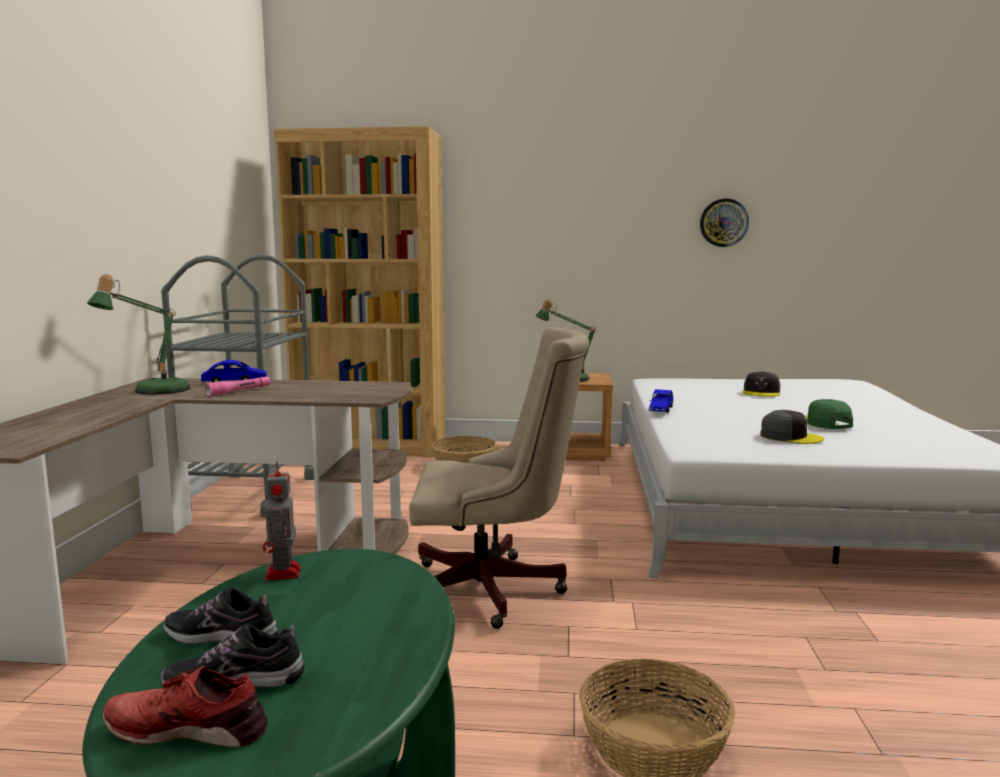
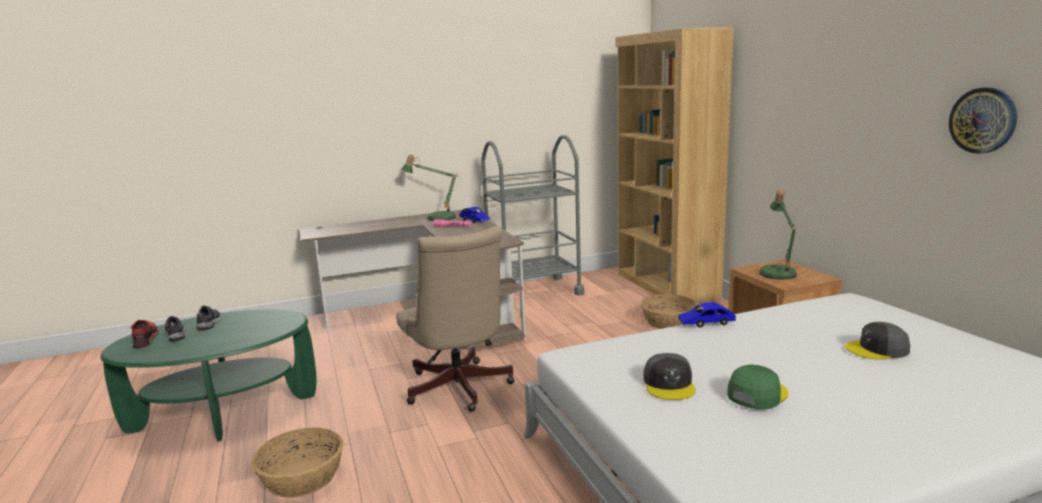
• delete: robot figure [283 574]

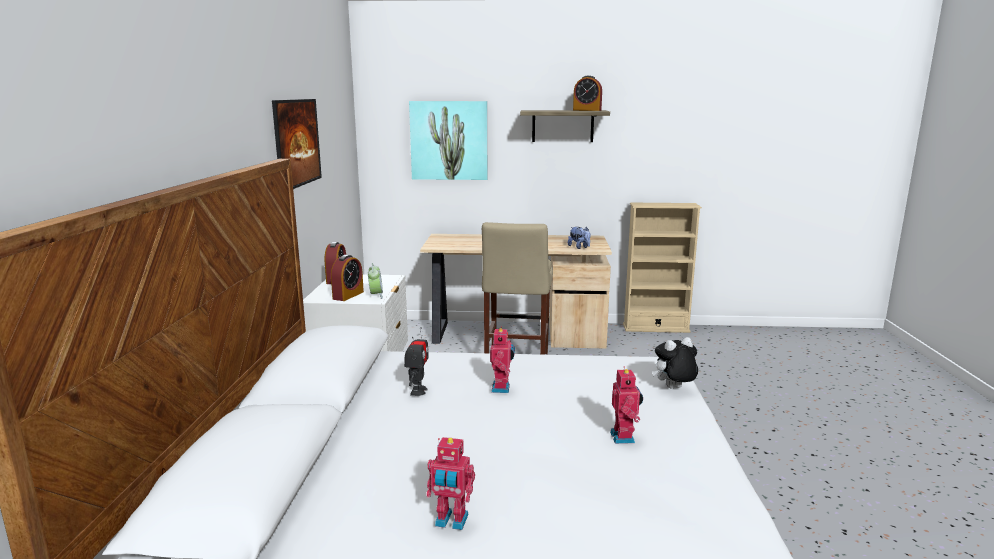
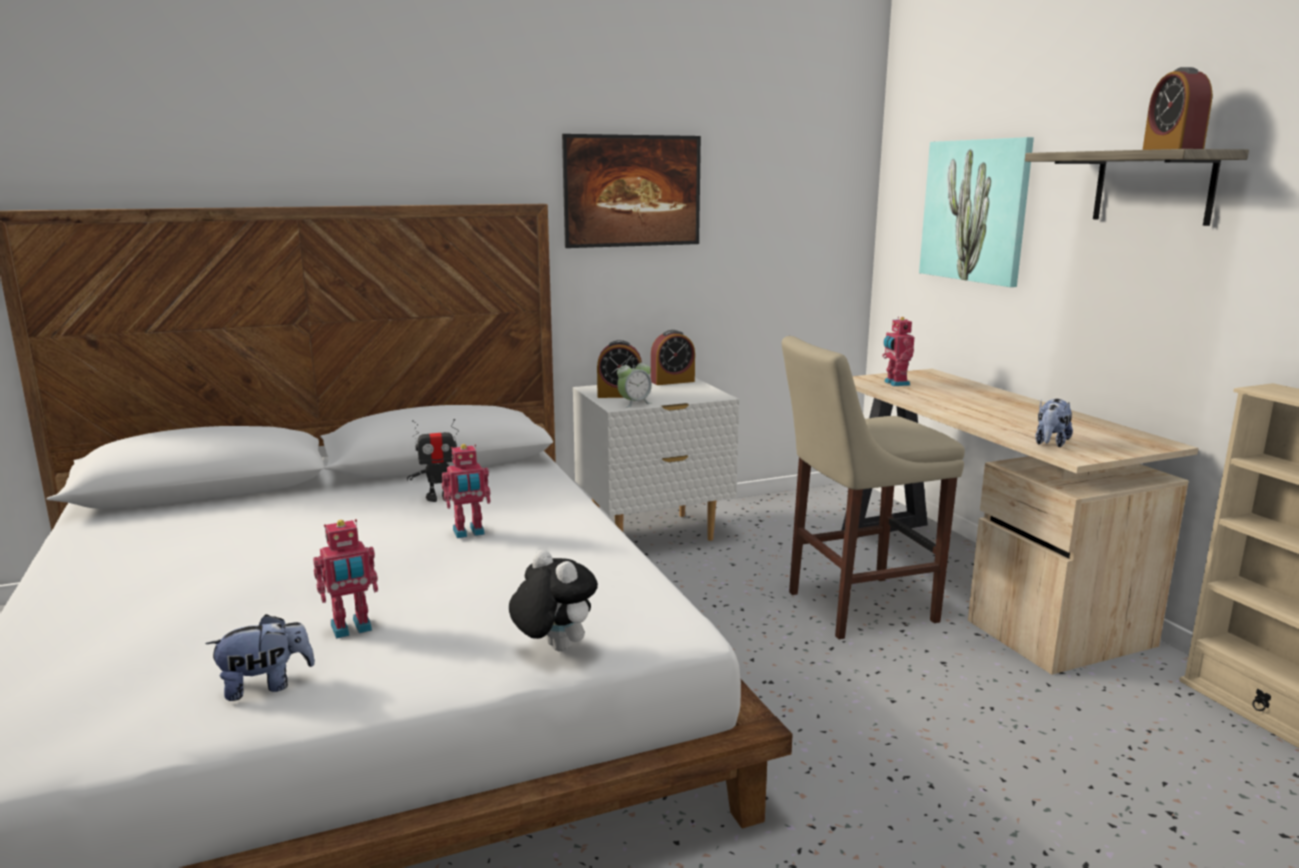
• insert: cuddly toy [266 686]
• move: robot figure [451 522] to [895 383]

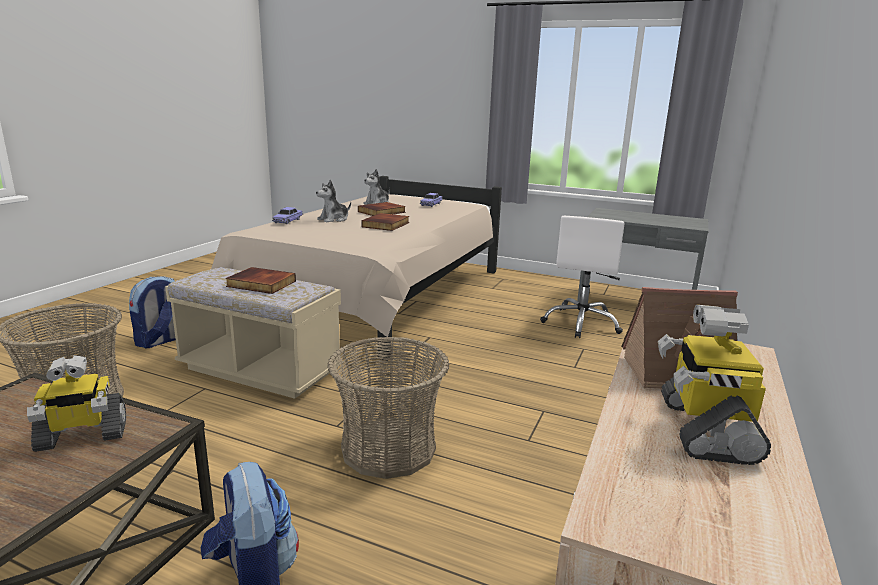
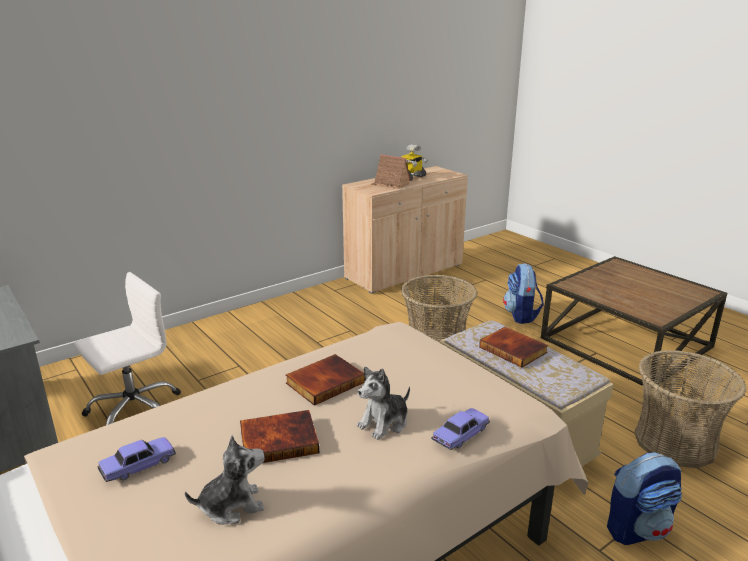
• delete: robot figure [82 436]
• rotate: cuddly toy [334 219] = [384 423] 150 degrees clockwise

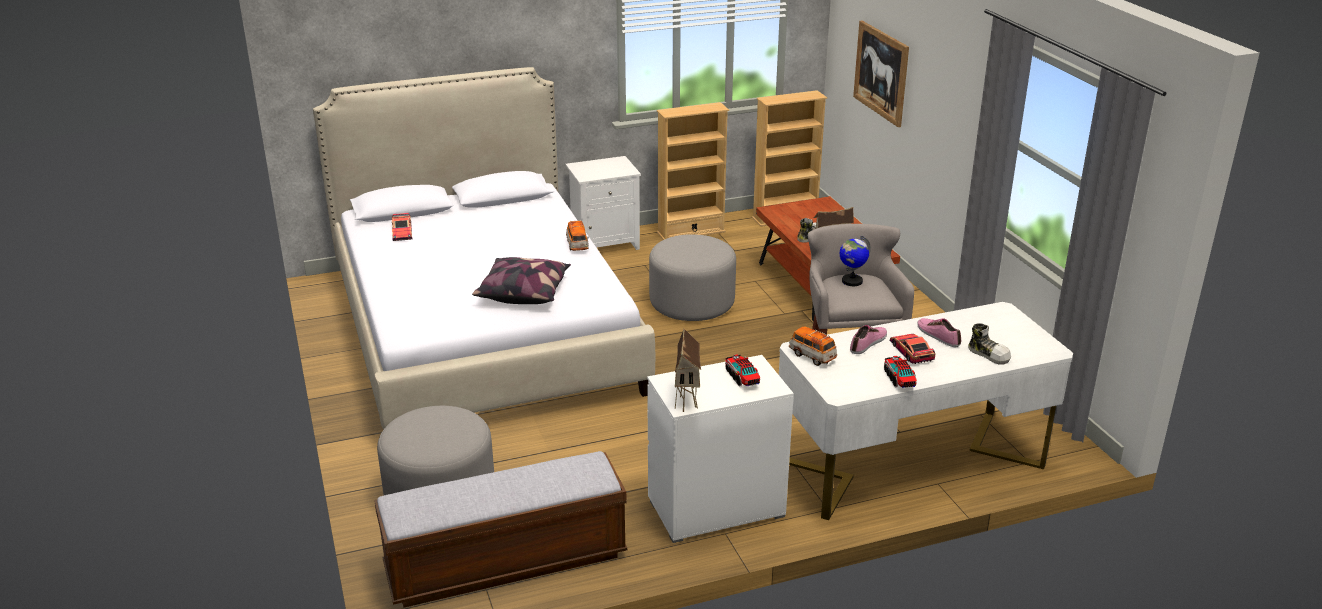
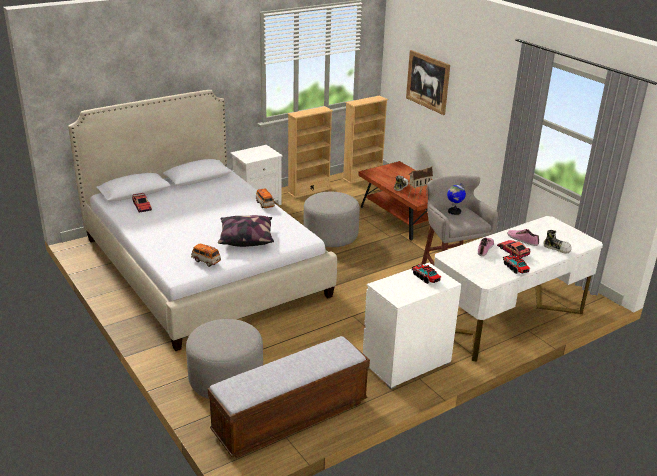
• delete: miniature house [687 400]
• move: toy car [812 356] to [206 261]

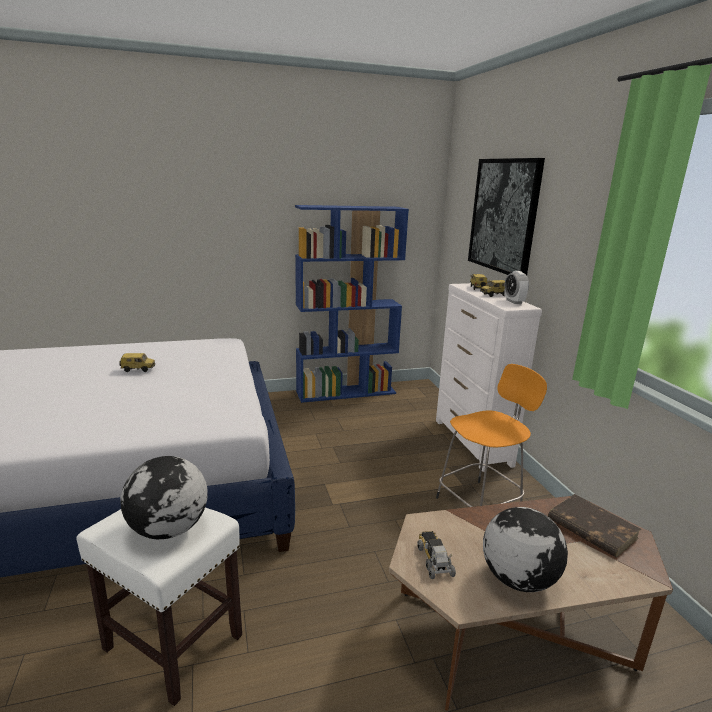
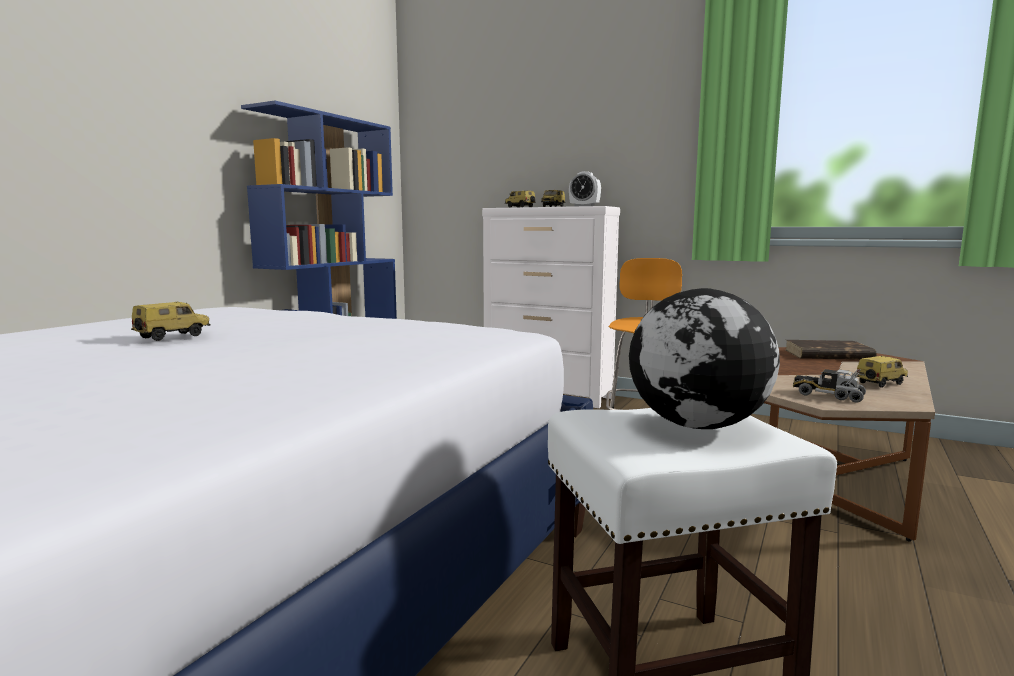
• delete: wall art [503 216]
• replace: globe [517 578] to toy car [880 383]

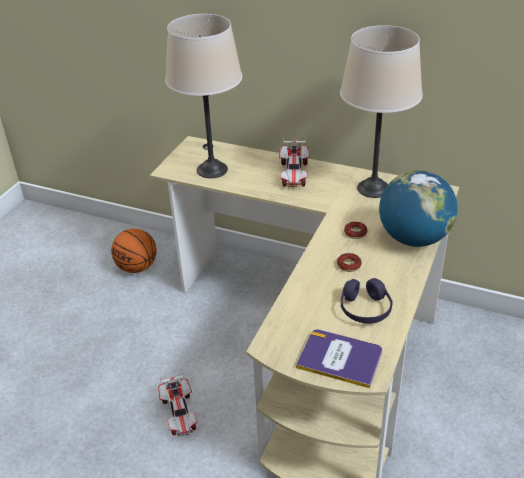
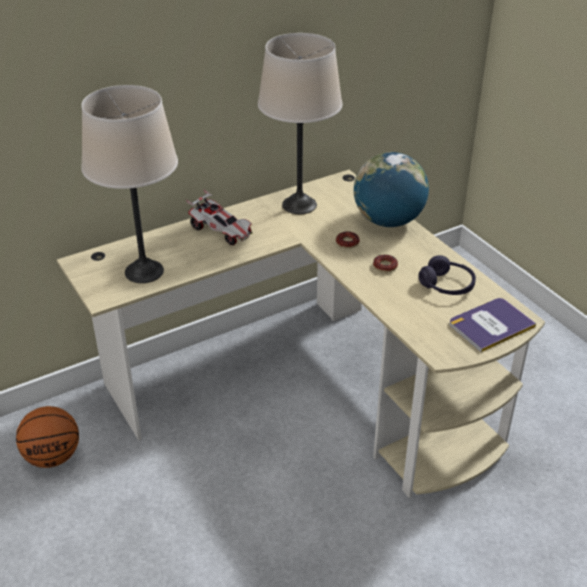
• delete: toy car [179 413]

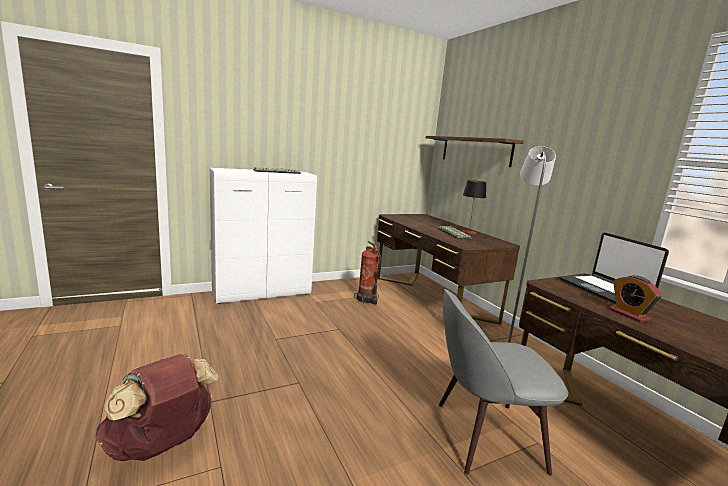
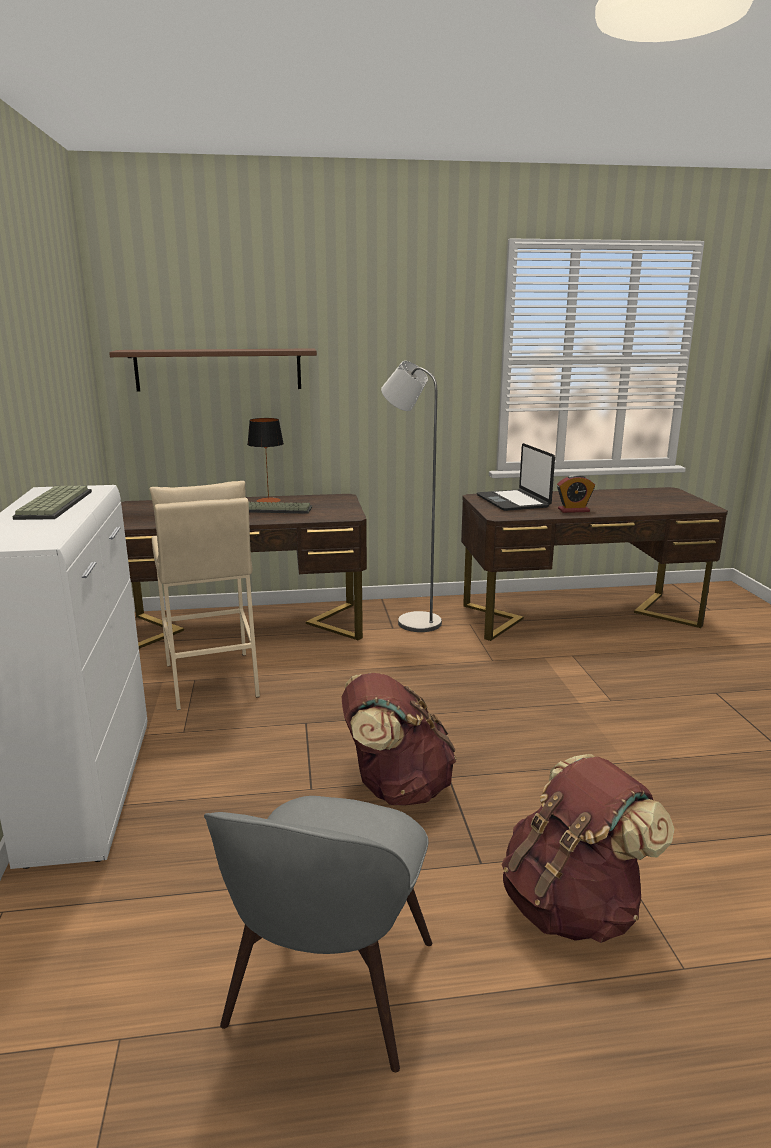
• insert: backpack in brown-coloured [396 788]
• move: upright chair in grey [483 435] to [328 990]
• replace: extinguisher [366 300] to stool seat in beige [211 680]
• rotate: portable computer [604 290] = [513 501] 75 degrees clockwise

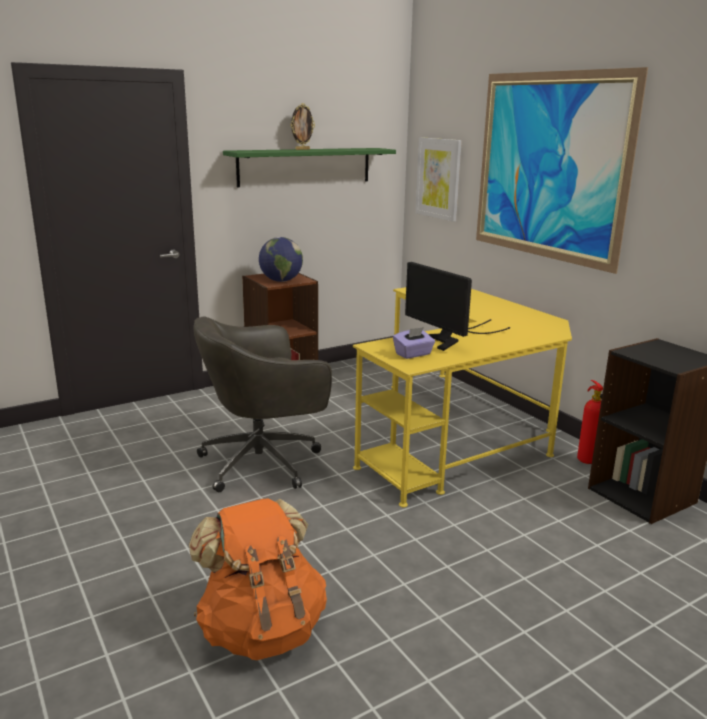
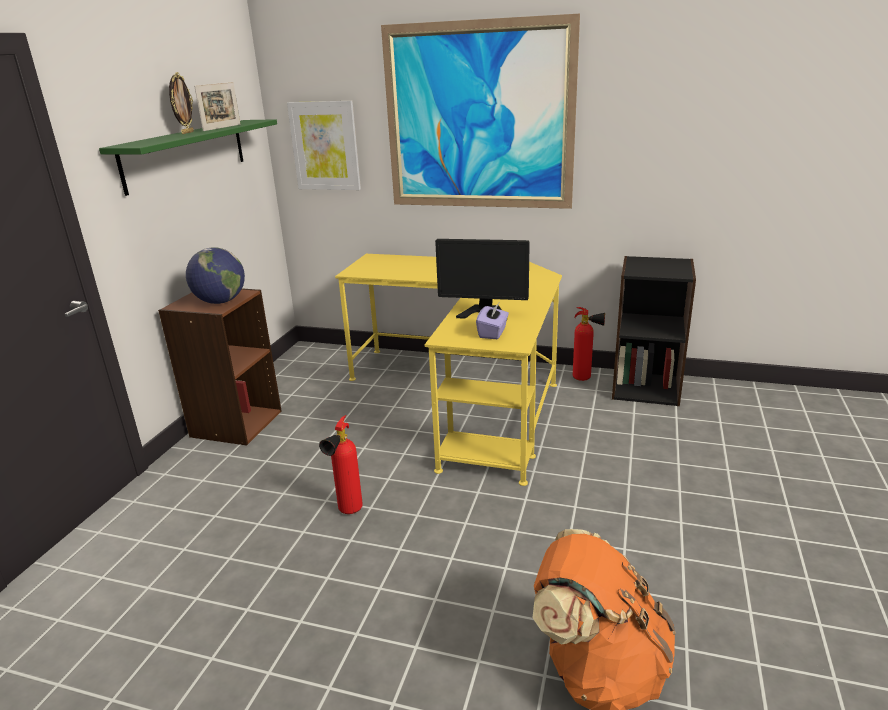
• insert: picture frame [222 127]
• replace: office chair in grey [264 462] to extinguisher [347 513]

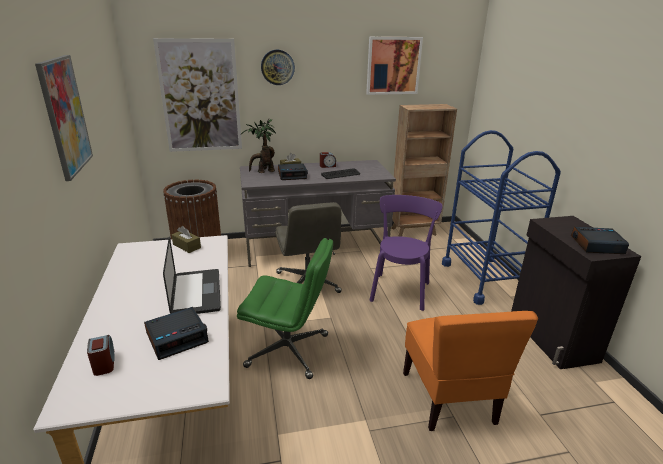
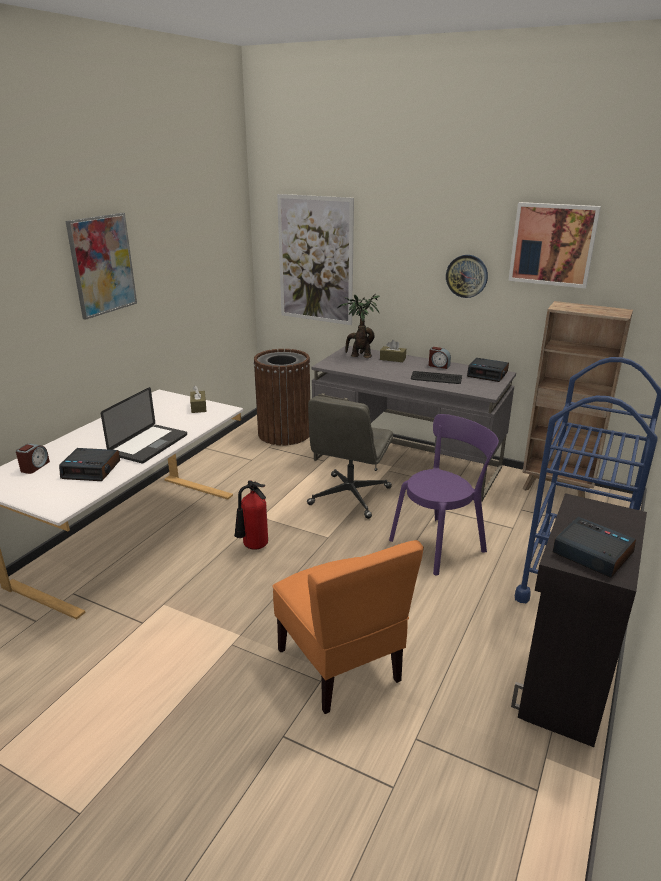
• move: clock on the wall [277 67] to [467 276]
• move: table clock [292 175] to [488 374]
• replace: office chair in greenish [289 350] to extinguisher [253 547]
• rotate: upright chair in orange [449 398] = [340 665] 60 degrees counterclockwise

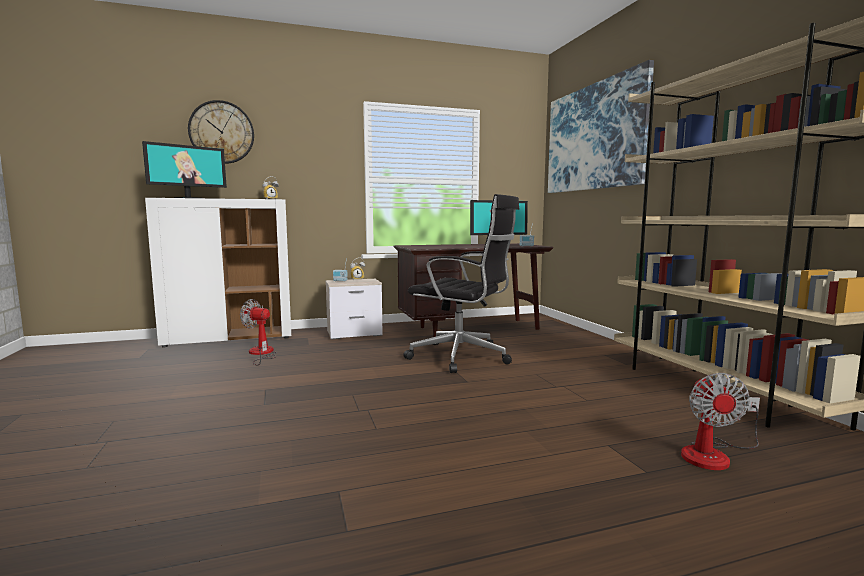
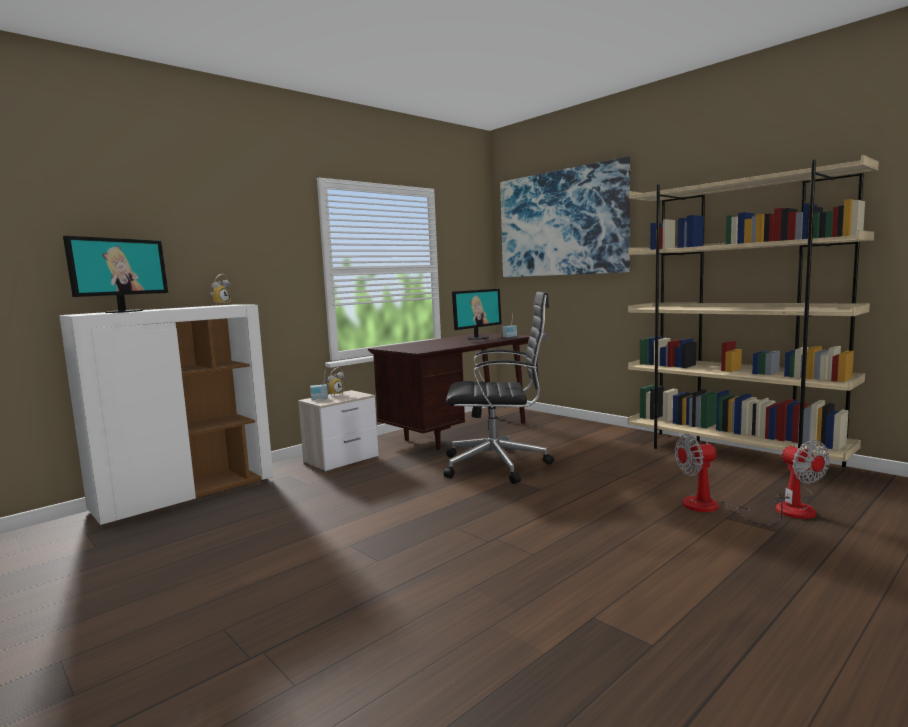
• delete: clock on the wall [222 132]
• move: cooling fan [261 354] to [713 508]

